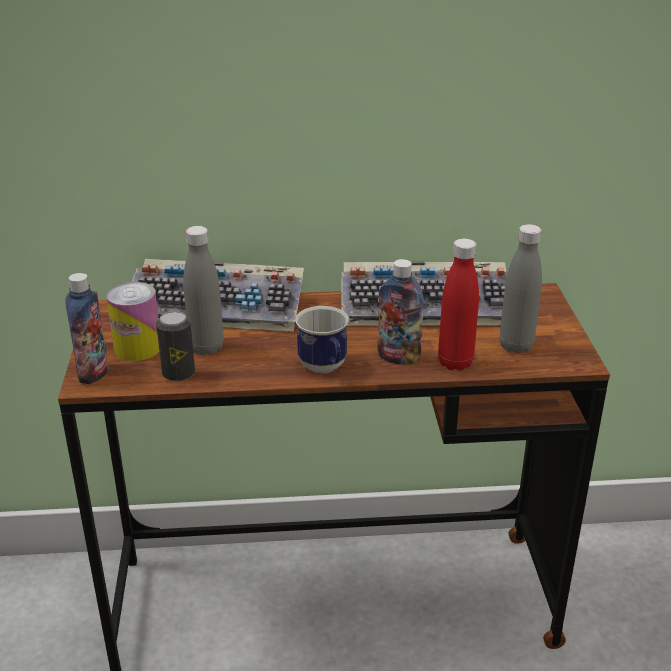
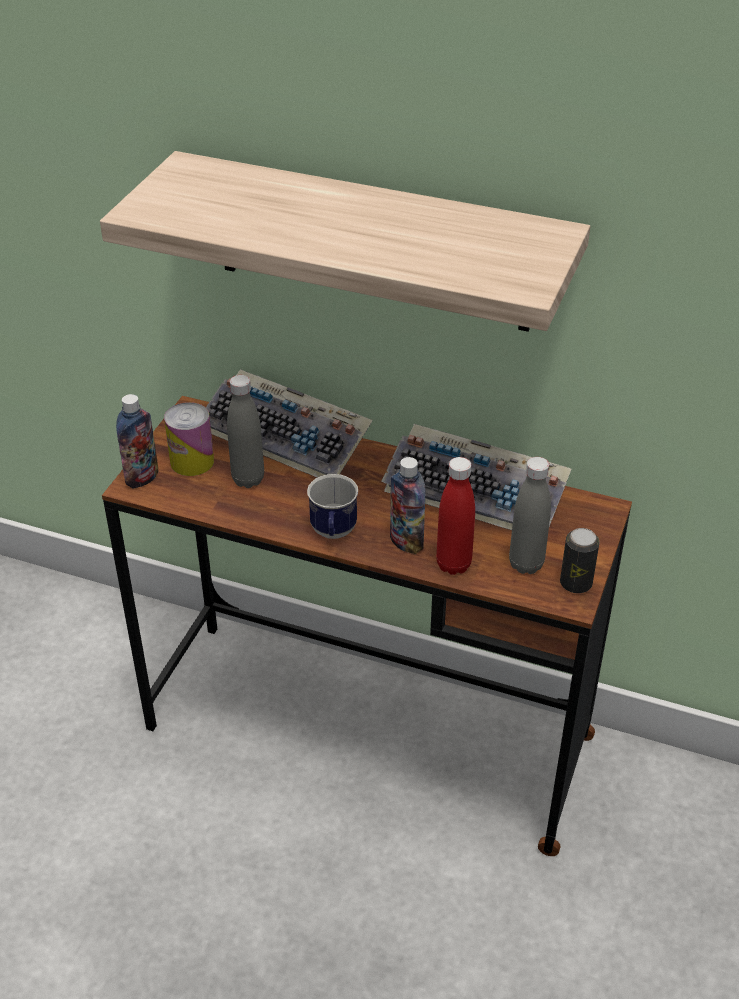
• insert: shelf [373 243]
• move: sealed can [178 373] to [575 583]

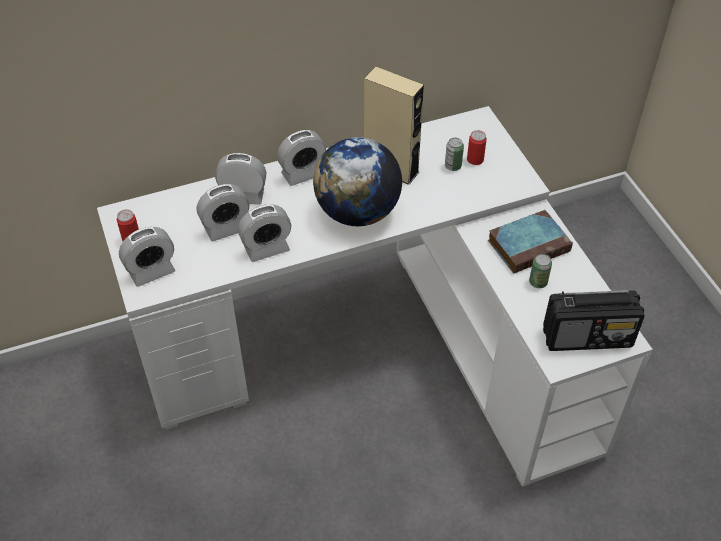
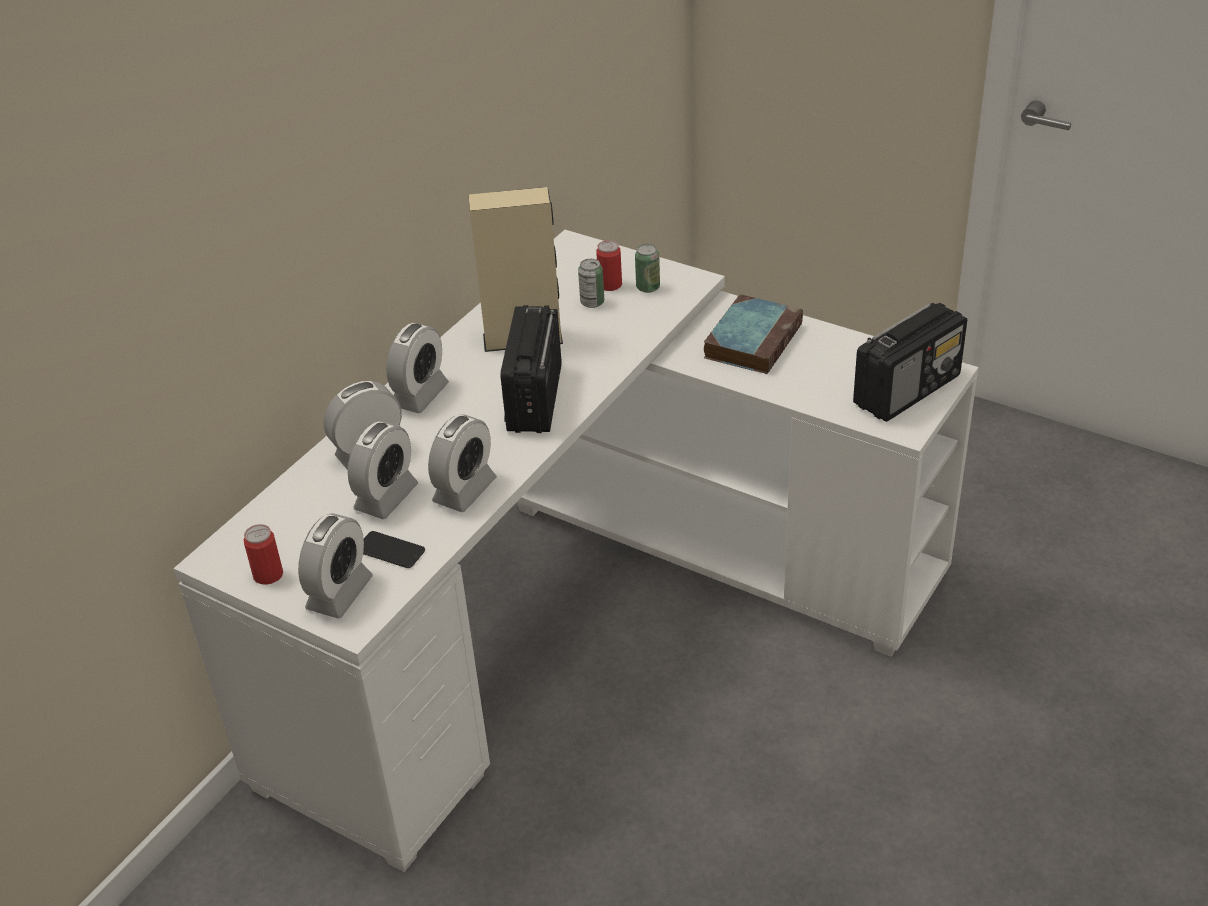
• insert: handset [390 550]
• move: sealed can [538 282] to [648 287]
• replace: globe [358 212] to radio [534 399]

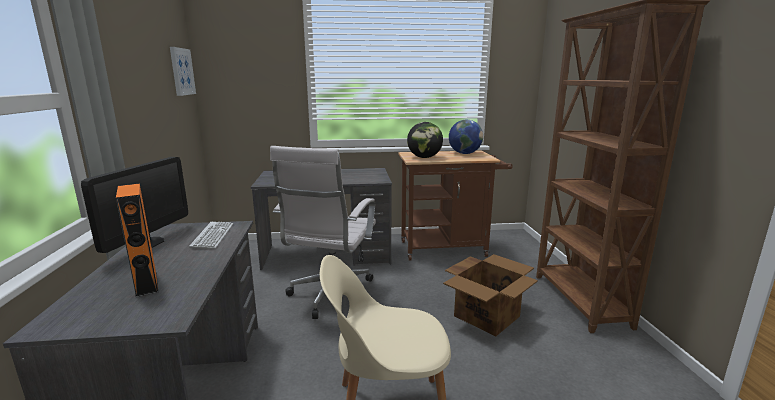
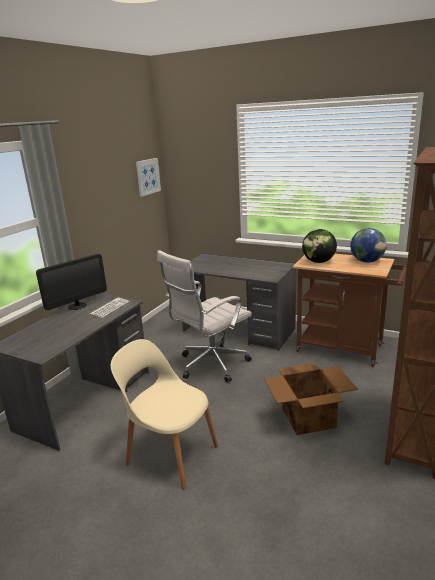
• delete: speaker in orange [146 284]

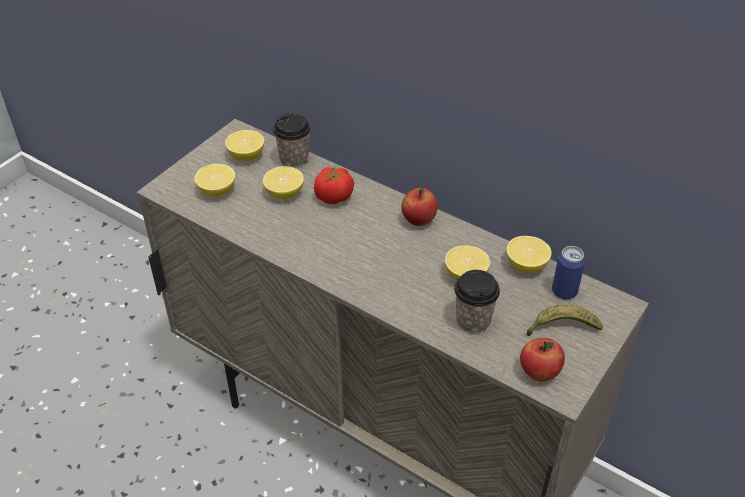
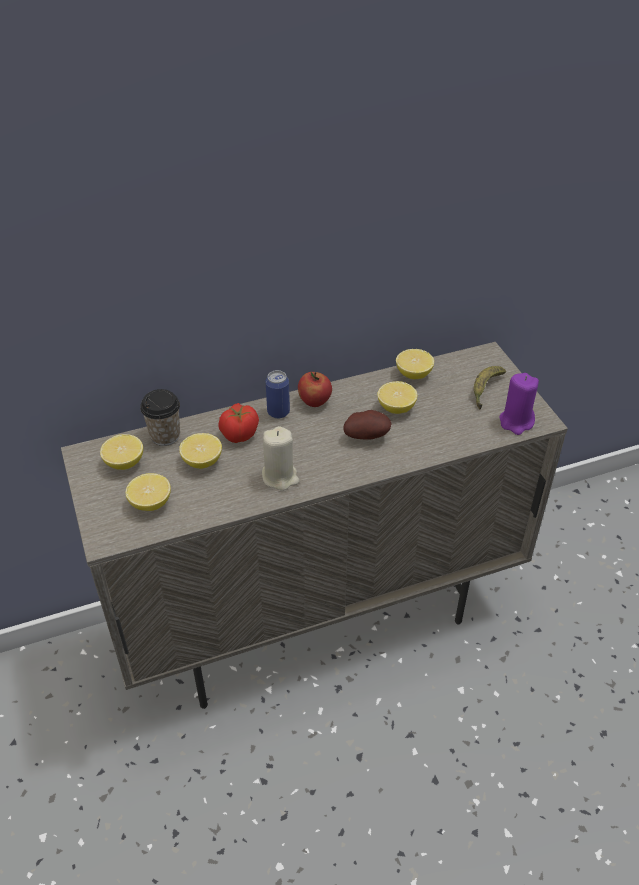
• delete: small cup [473 321]
• insert: wax light in beige [280 477]
• insert: potato [367 436]
• move: sealed can [564 291] to [278 412]
• replace: apple fruit [539 372] to wax light in purple-coloured [516 422]

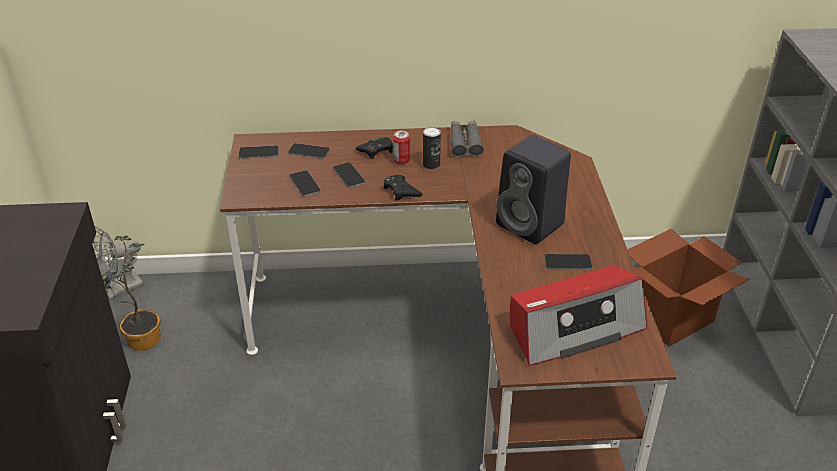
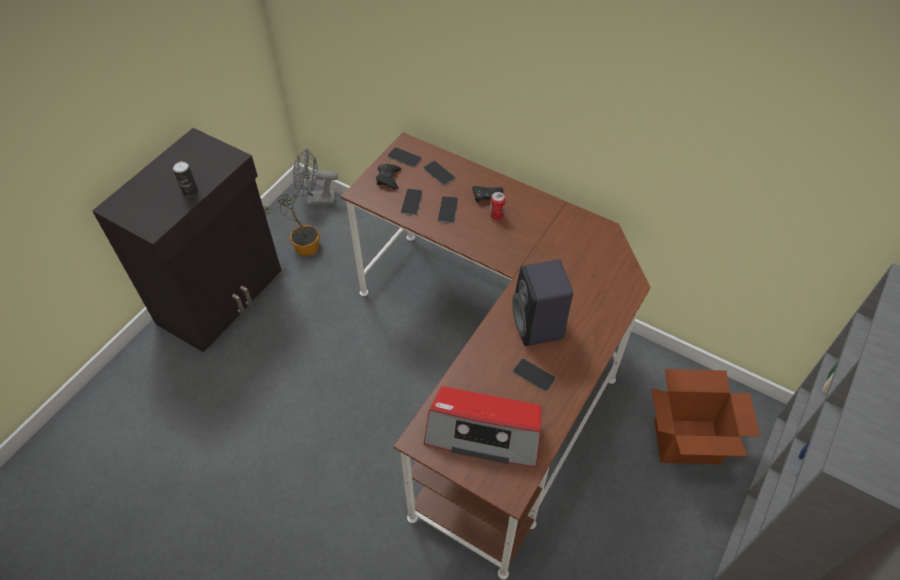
• delete: pair of binoculars in grey [465 143]
• move: game controller in black [401 191] to [388 179]
• move: sealed can [431 164] to [190 191]

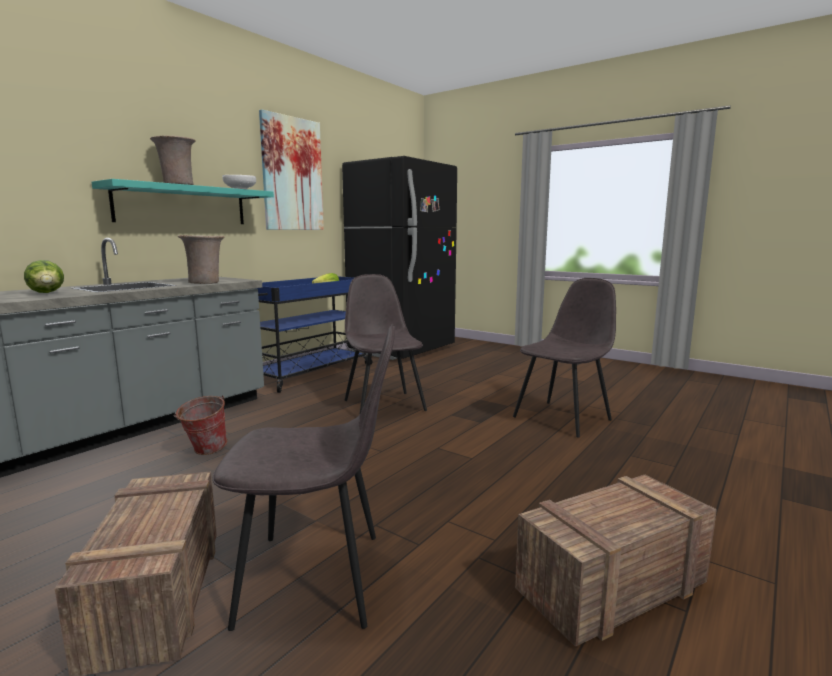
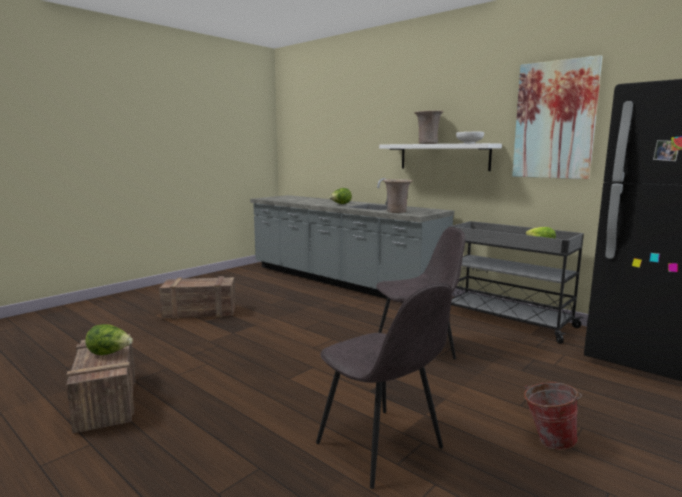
• delete: upright chair in grey [317 578]
• insert: lettuce head [110 353]
• move: water bucket [204 451] to [547 440]
• recolor: shelf in blue-green [182 205] to shelf in whitish [443 157]
• recolor: trolley in blue [309 373] to trolley in grey [504 319]

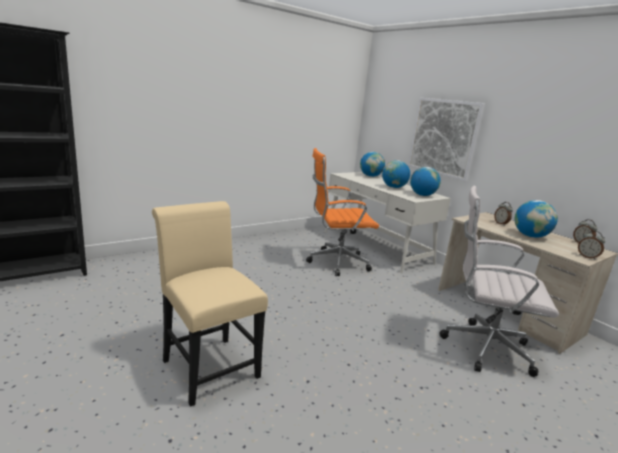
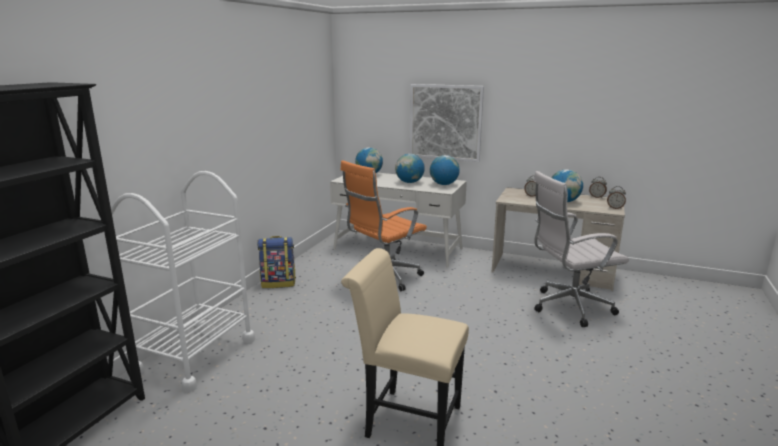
• insert: trolley in whitish [195 355]
• insert: backpack [279 283]

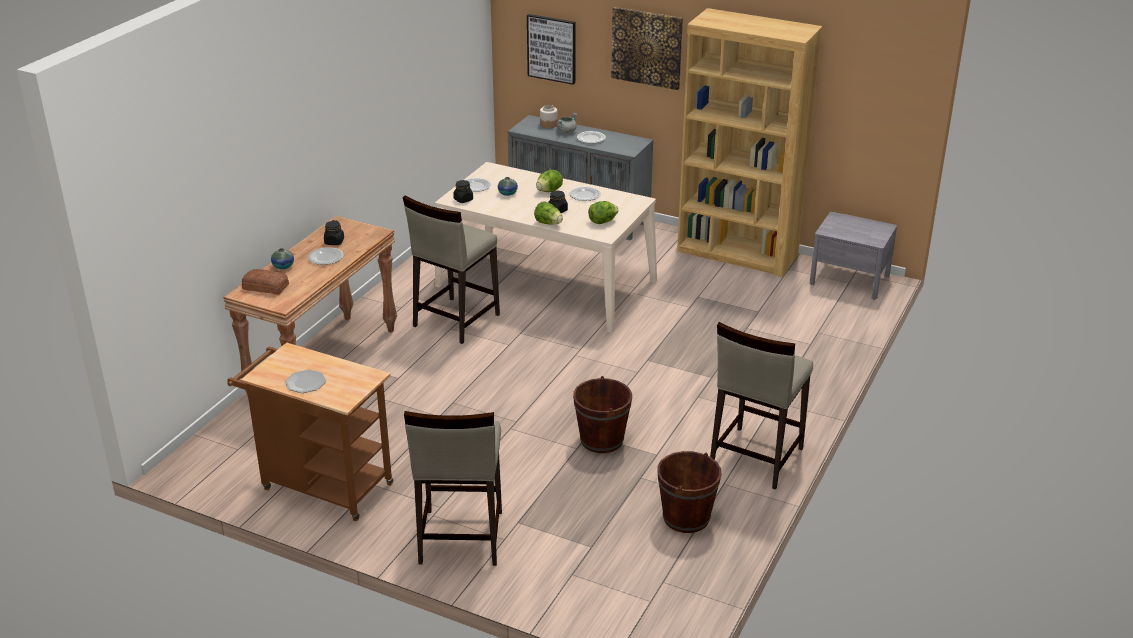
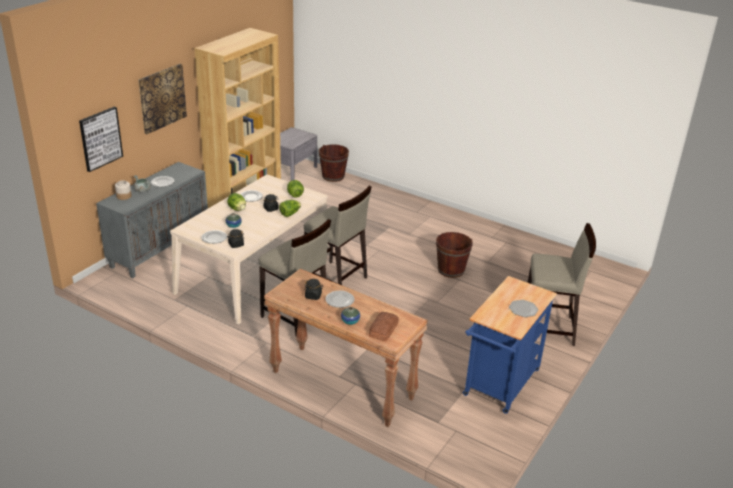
• move: water bucket in brown-coloured [686 518] to [333 176]
• move: stool seat in beige [755 458] to [336 279]
• recolor: trolley in brown-coloured [321 485] to trolley in blue [499 386]

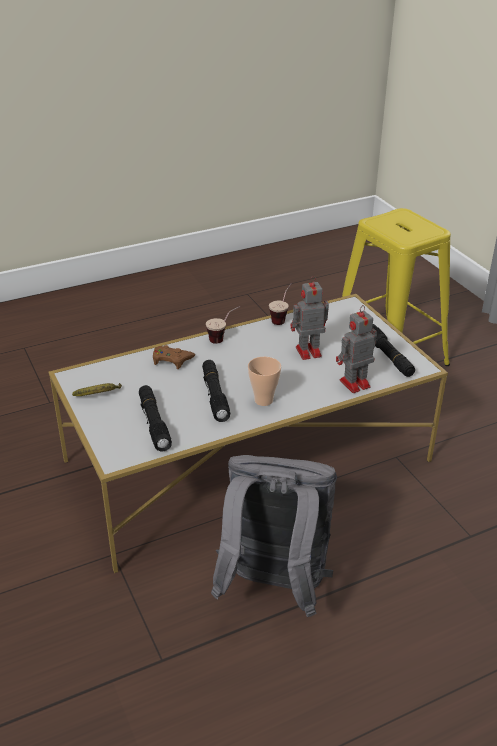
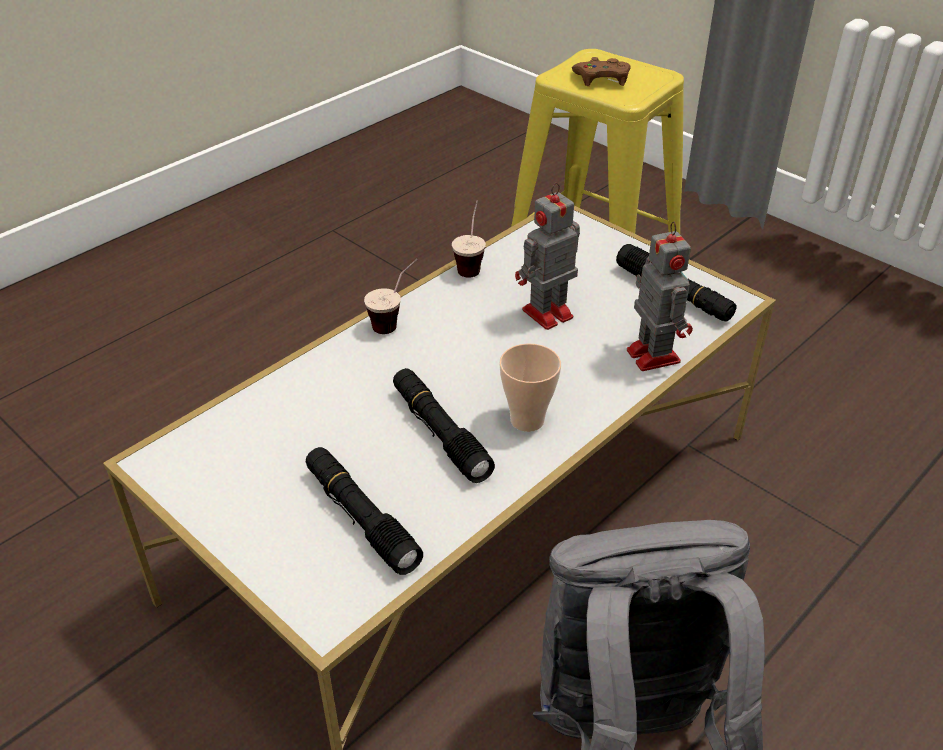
• delete: banana [99 395]
• move: game controller in brown-coloured [171 360] to [602 79]
• rotate: robot figure [353 384] = [652 354] 120 degrees clockwise

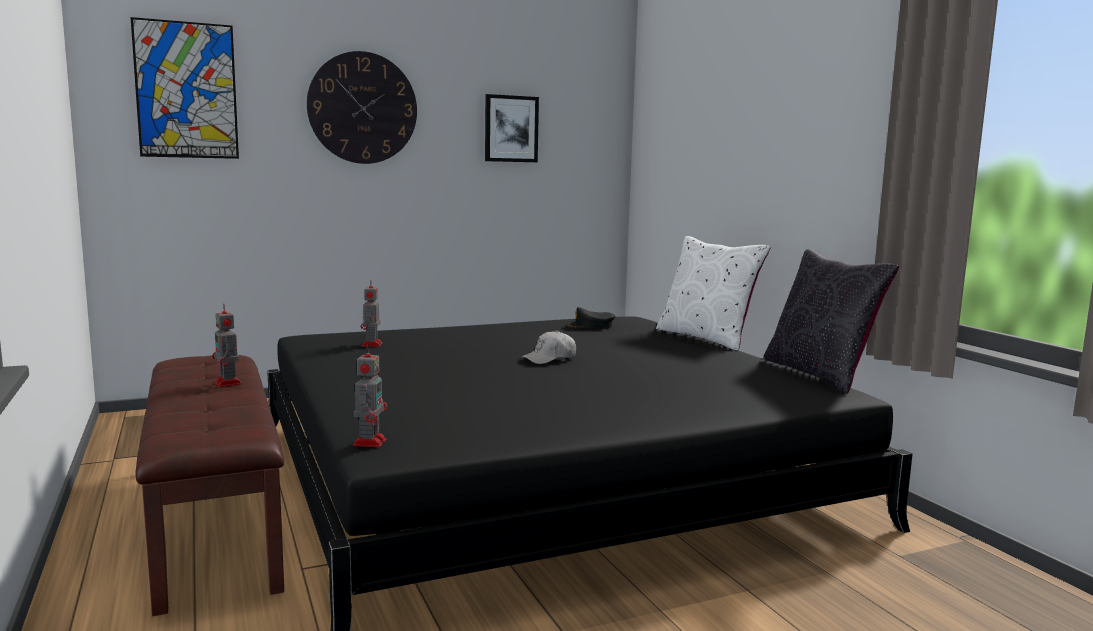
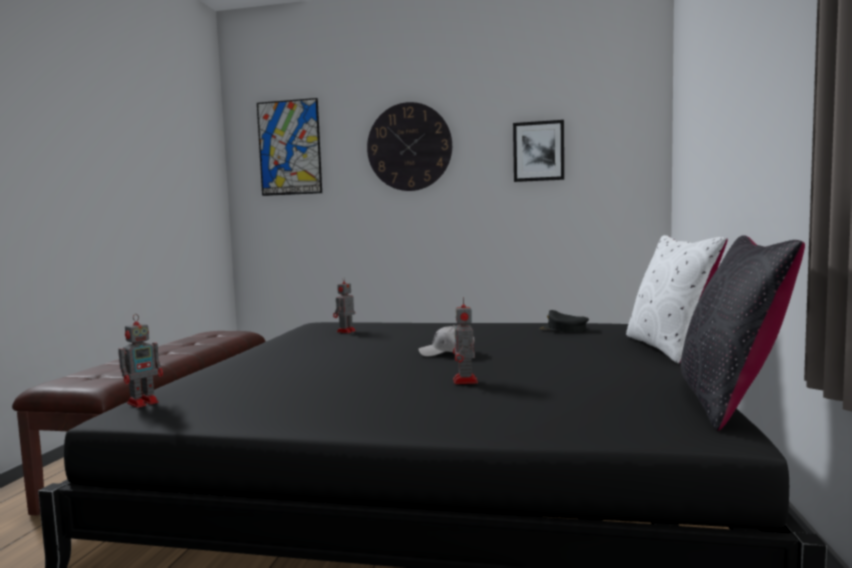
• move: robot figure [228 383] to [465 381]

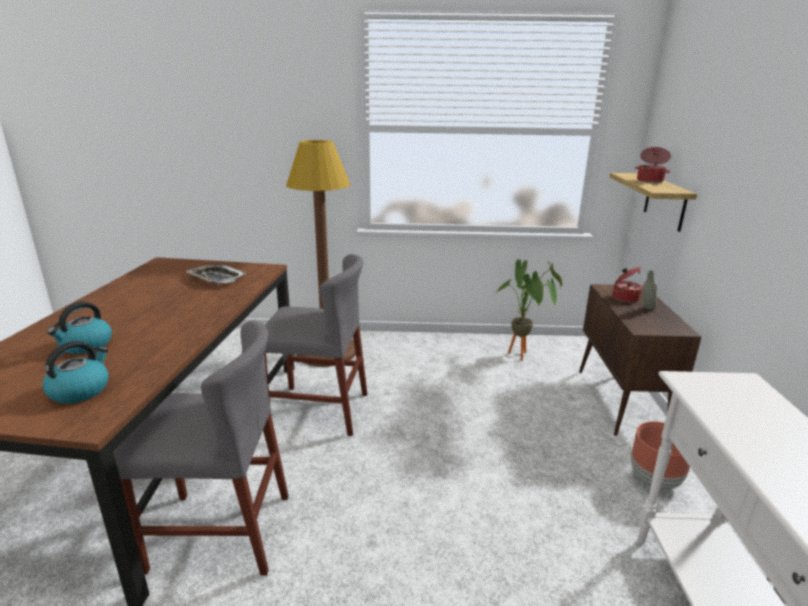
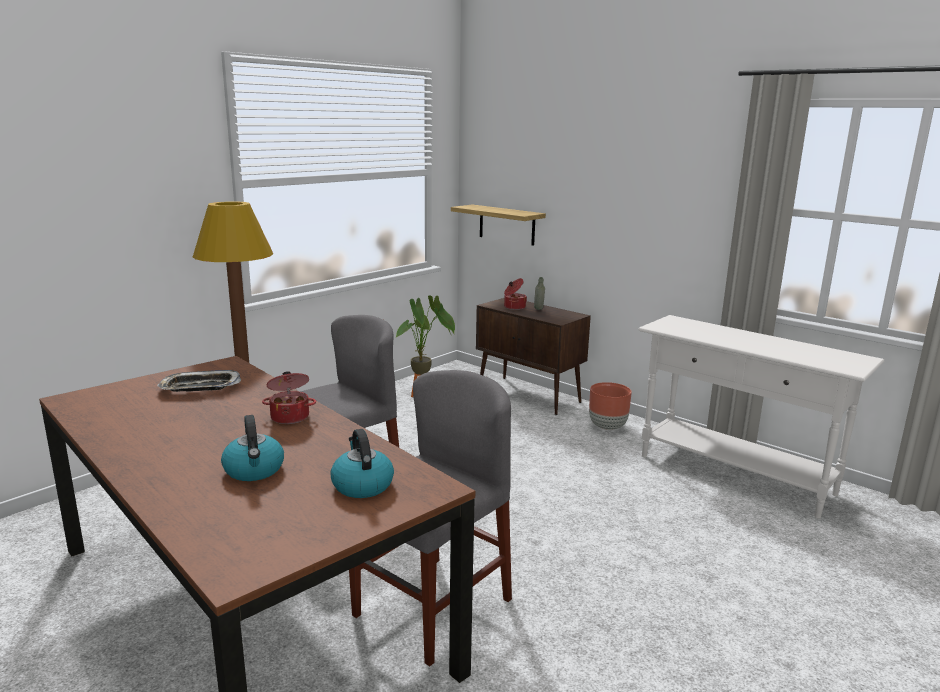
• move: saucepot [650 181] to [290 417]

